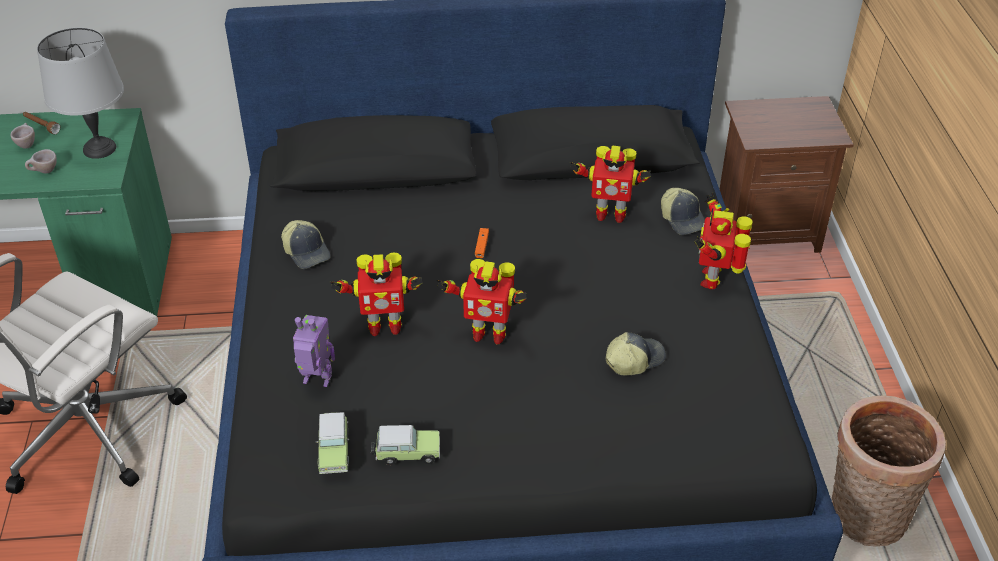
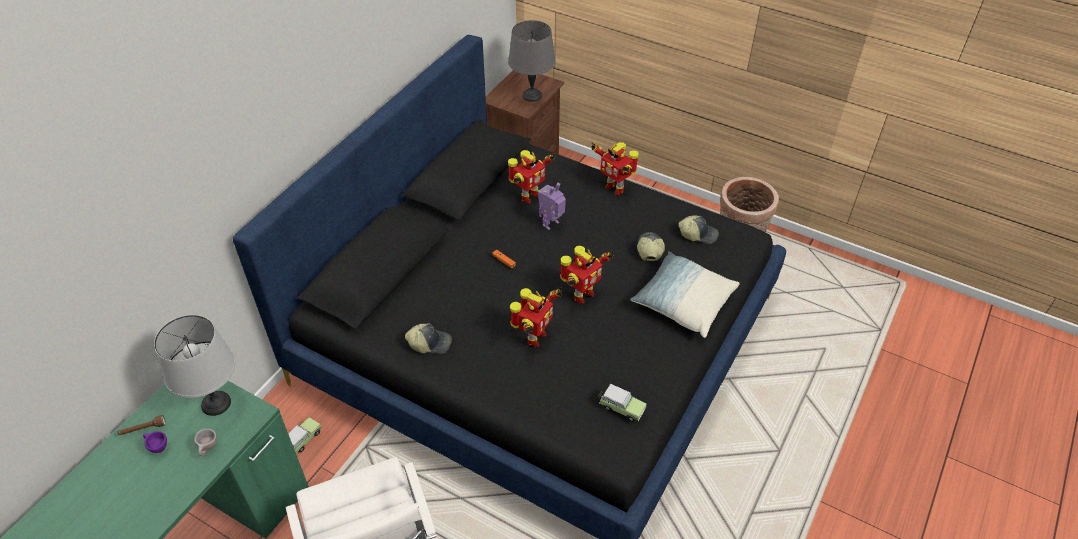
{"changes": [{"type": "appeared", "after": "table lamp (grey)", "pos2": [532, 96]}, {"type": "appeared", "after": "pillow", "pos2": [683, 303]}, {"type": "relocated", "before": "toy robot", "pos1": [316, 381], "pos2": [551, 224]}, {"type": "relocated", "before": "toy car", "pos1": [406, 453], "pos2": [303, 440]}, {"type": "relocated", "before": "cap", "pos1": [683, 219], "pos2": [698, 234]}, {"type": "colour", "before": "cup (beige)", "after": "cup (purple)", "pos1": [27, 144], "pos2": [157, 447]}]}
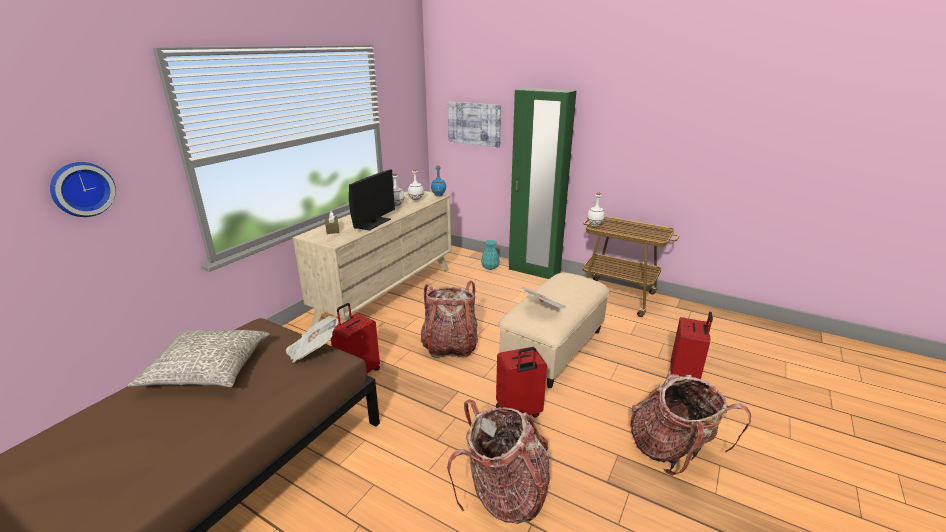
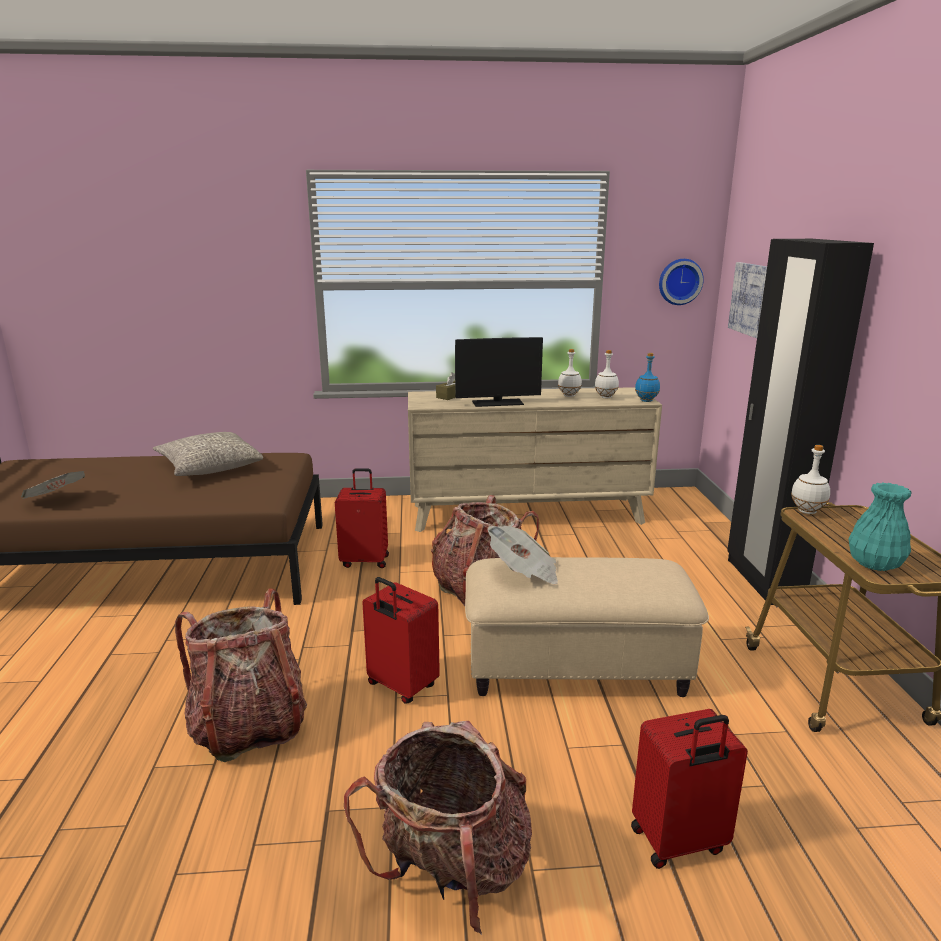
{"changes": [{"type": "relocated", "before": "wall clock", "pos1": [81, 189], "pos2": [679, 281]}, {"type": "relocated", "before": "newspaper", "pos1": [313, 350], "pos2": [56, 500]}, {"type": "relocated", "before": "vase (turquoise)", "pos1": [489, 267], "pos2": [874, 563]}, {"type": "colour", "before": "wardrobe (green)", "after": "wardrobe (black)", "pos1": [534, 271], "pos2": [763, 580]}]}
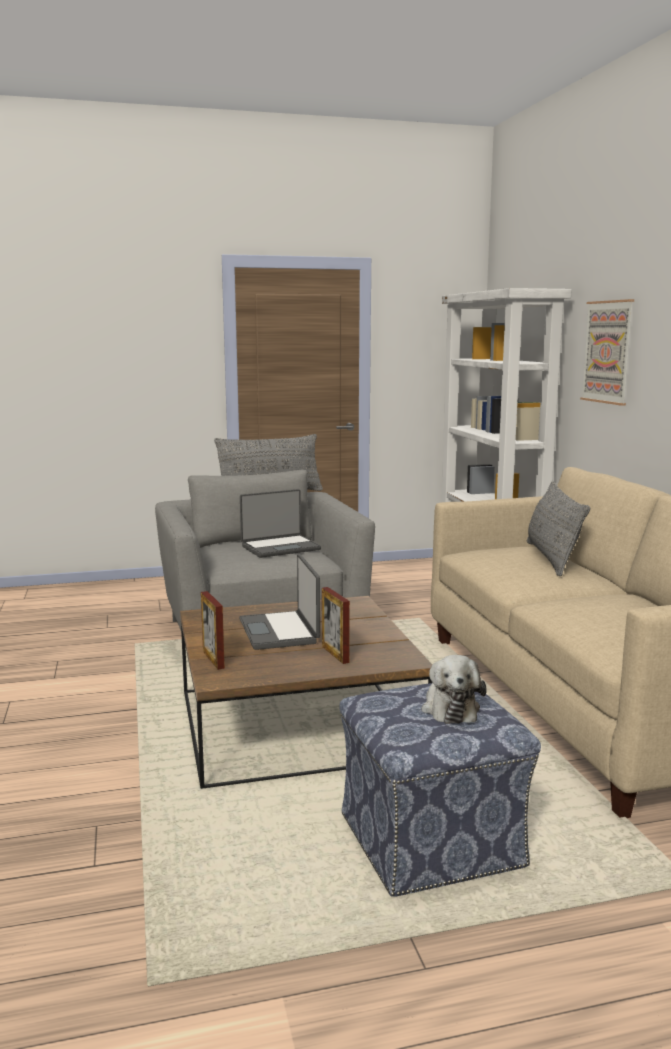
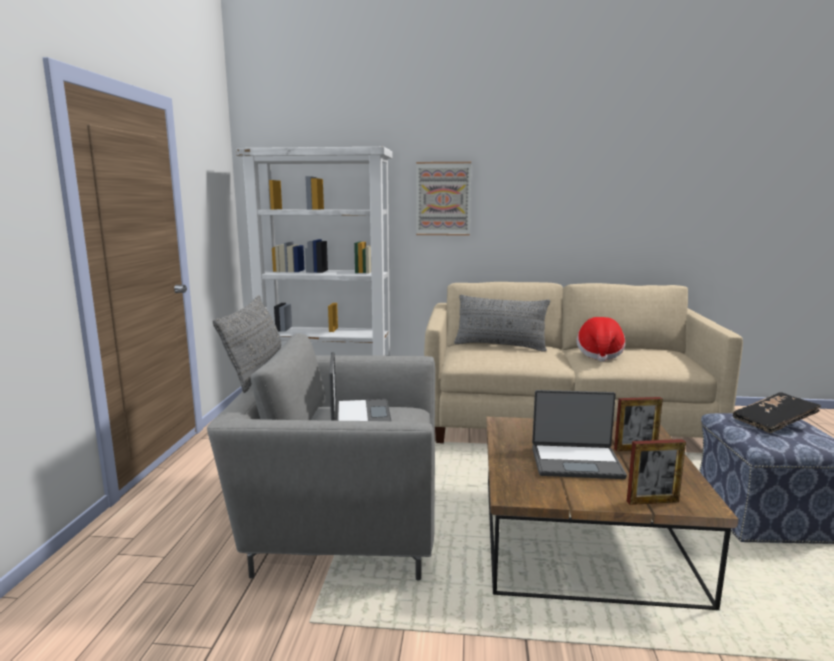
{"changes": [{"type": "appeared", "after": "hat", "pos2": [599, 354]}, {"type": "exchanged", "before": "plush toy", "after": "book (black)", "pos1": [450, 708], "pos2": [773, 423]}]}
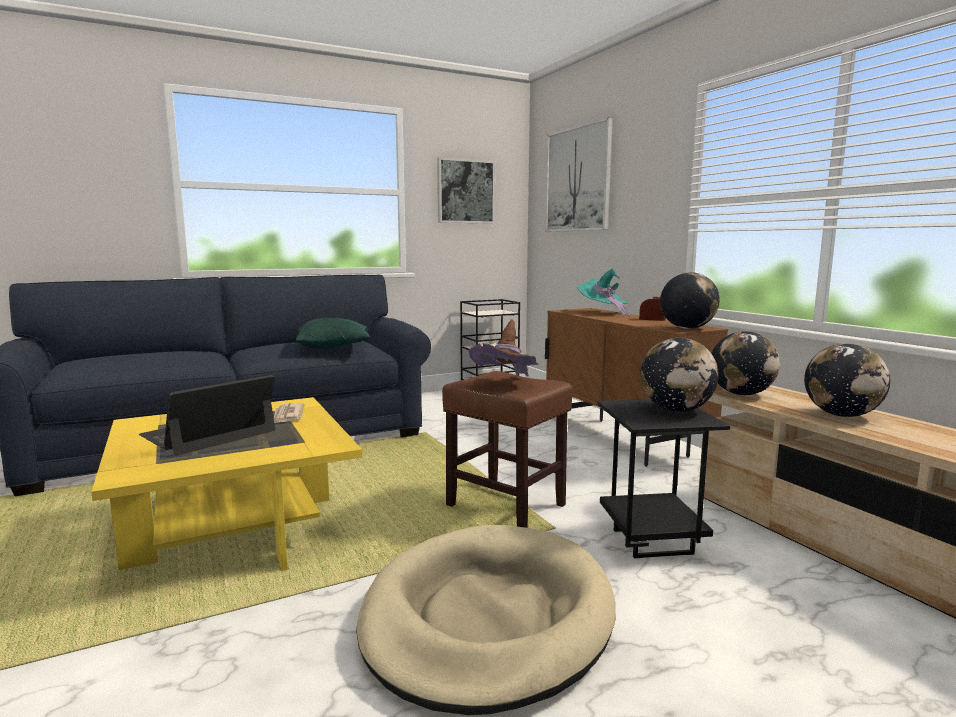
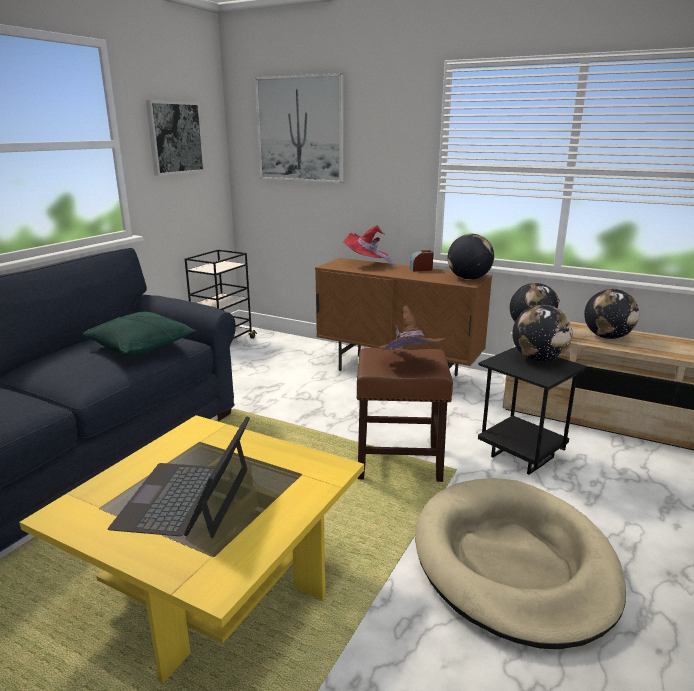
{"changes": [{"type": "missing", "before": "newspaper", "pos1": [288, 415]}, {"type": "colour", "before": "hat (turquoise)", "after": "hat (red)", "pos1": [603, 313], "pos2": [367, 265]}]}
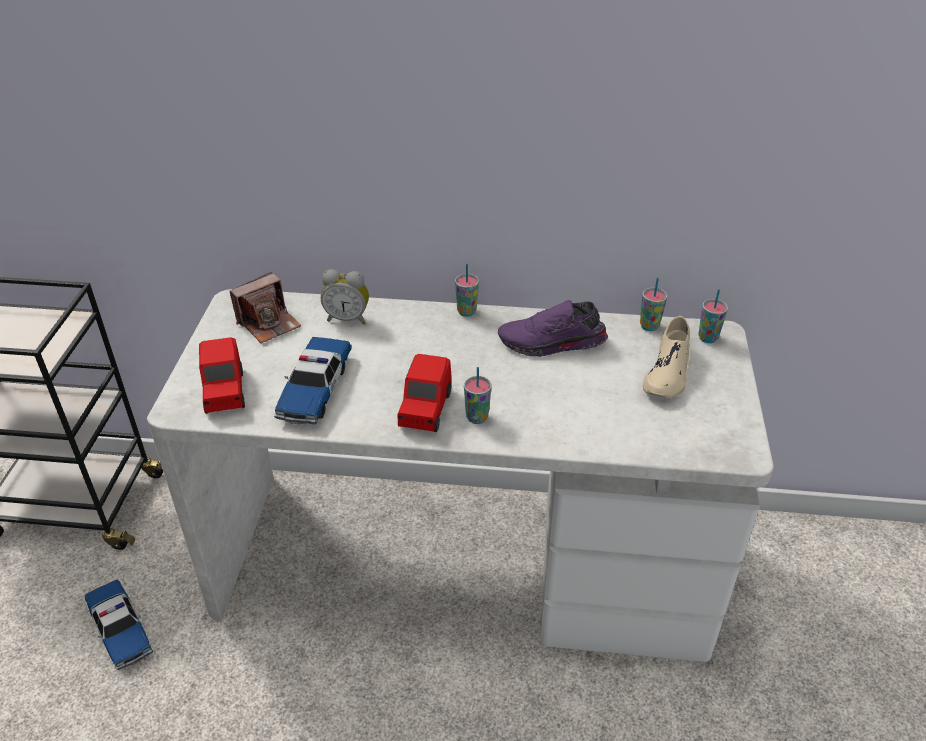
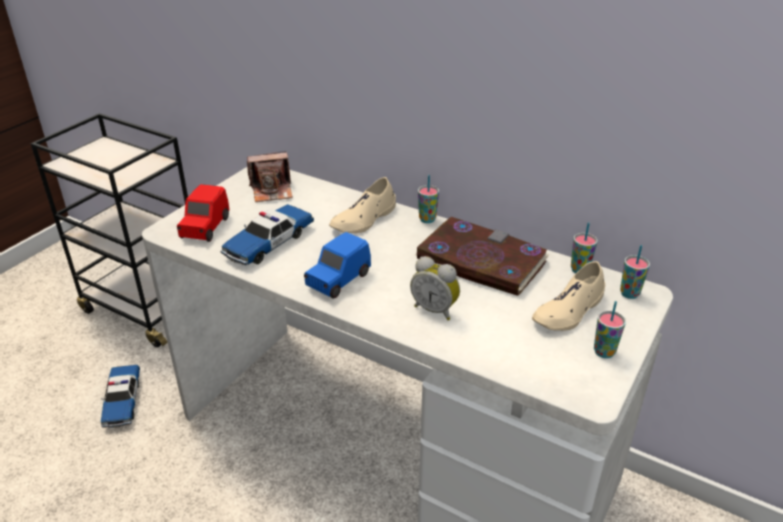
{"changes": [{"type": "appeared", "after": "shoe (beige)", "pos2": [364, 219]}, {"type": "relocated", "before": "alarm clock", "pos1": [348, 318], "pos2": [435, 309]}, {"type": "relocated", "before": "cup", "pos1": [477, 418], "pos2": [604, 352]}, {"type": "exchanged", "before": "shoe (purple)", "after": "book", "pos1": [551, 344], "pos2": [480, 261]}, {"type": "colour", "before": "toy car (red)", "after": "toy car (blue)", "pos1": [425, 410], "pos2": [338, 280]}]}
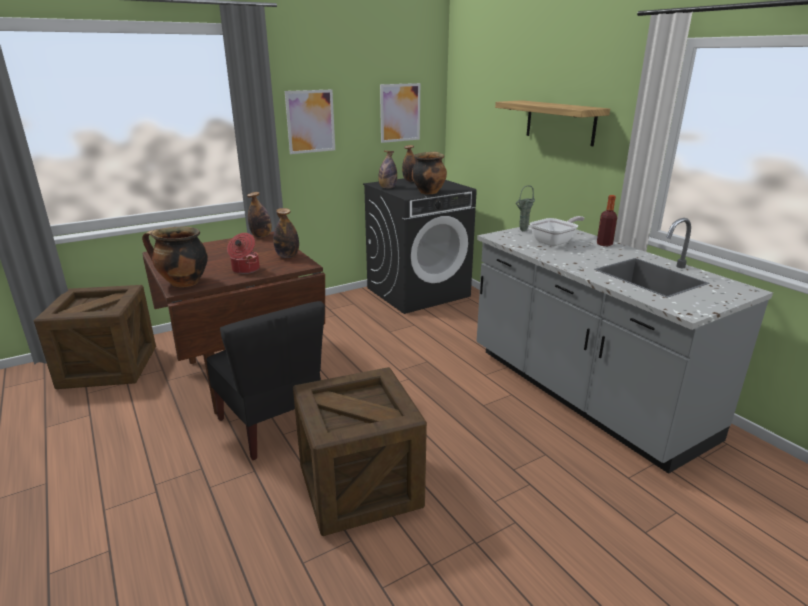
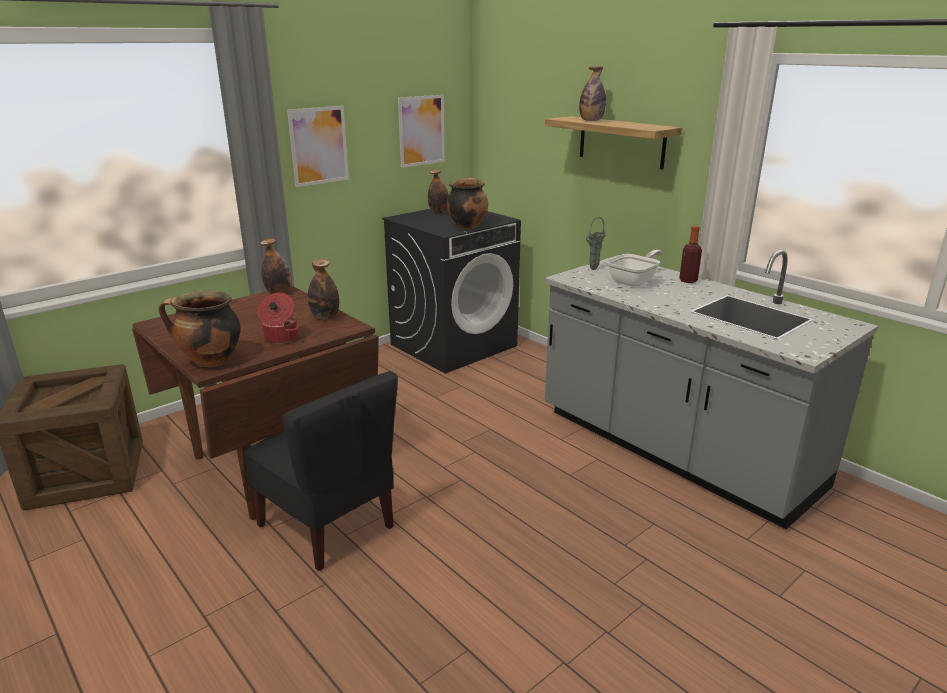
{"changes": [{"type": "missing", "before": "crate", "pos1": [359, 486]}, {"type": "relocated", "before": "bottle", "pos1": [387, 188], "pos2": [591, 121]}]}
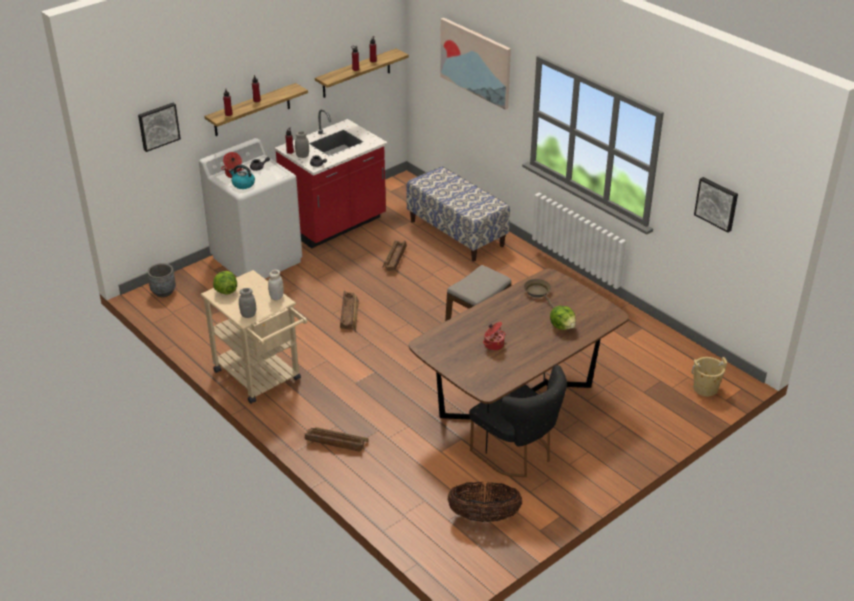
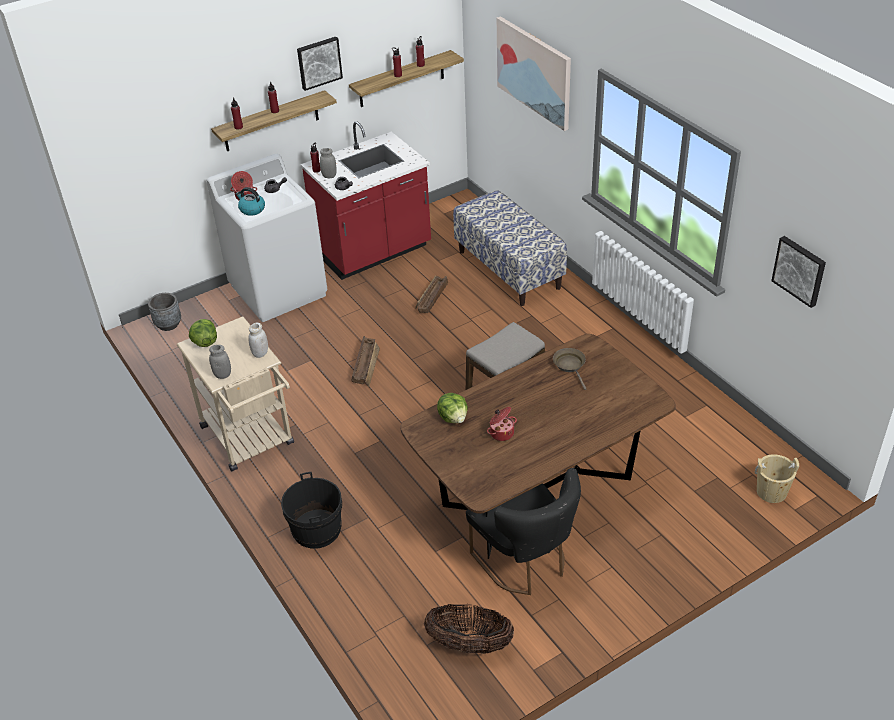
{"changes": [{"type": "relocated", "before": "picture", "pos1": [158, 126], "pos2": [319, 62]}, {"type": "relocated", "before": "lettuce", "pos1": [562, 326], "pos2": [453, 418]}, {"type": "exchanged", "before": "crate", "after": "bucket (black)", "pos1": [336, 442], "pos2": [316, 529]}]}
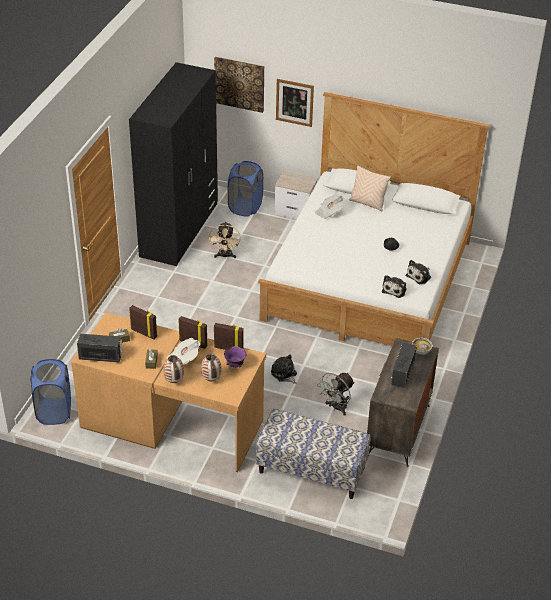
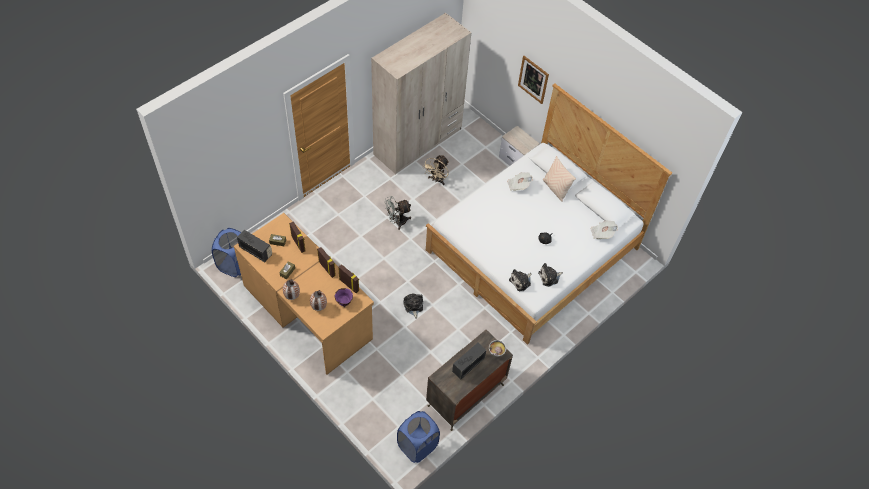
{"changes": [{"type": "missing", "before": "picture", "pos1": [239, 84]}, {"type": "missing", "before": "bench", "pos1": [311, 470]}, {"type": "relocated", "before": "newspaper", "pos1": [183, 359], "pos2": [602, 233]}, {"type": "relocated", "before": "laundry basket (blue)", "pos1": [245, 207], "pos2": [417, 446]}, {"type": "relocated", "before": "fan (grey)", "pos1": [336, 408], "pos2": [397, 222]}, {"type": "colour", "before": "wardrobe (black)", "after": "wardrobe (beige)", "pos1": [179, 230], "pos2": [418, 141]}]}
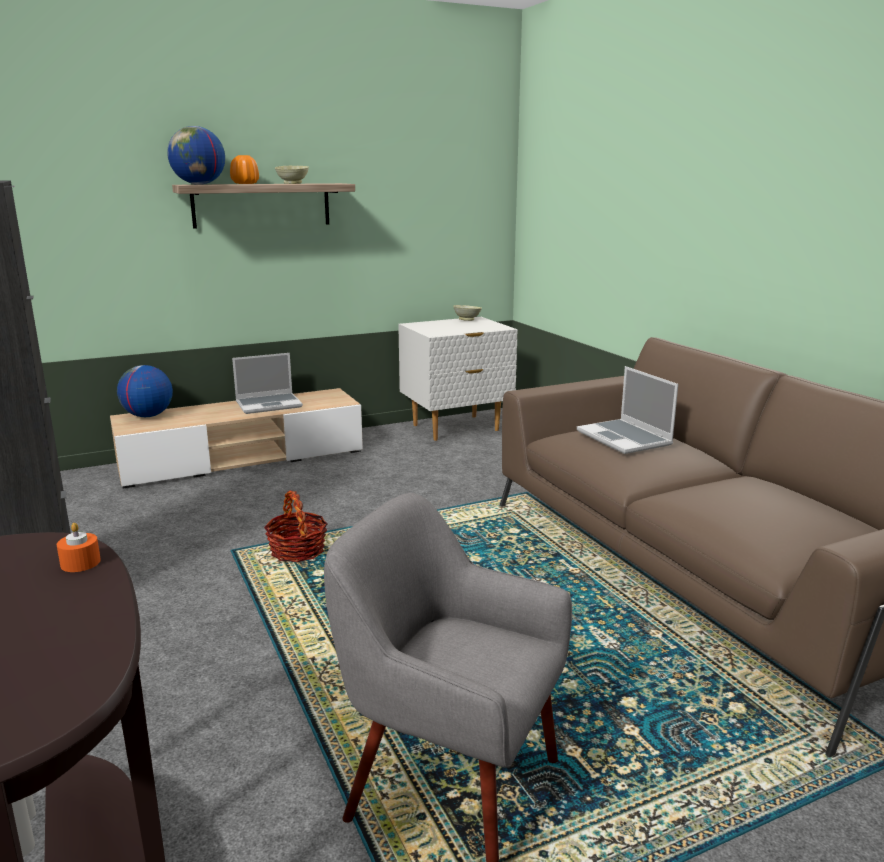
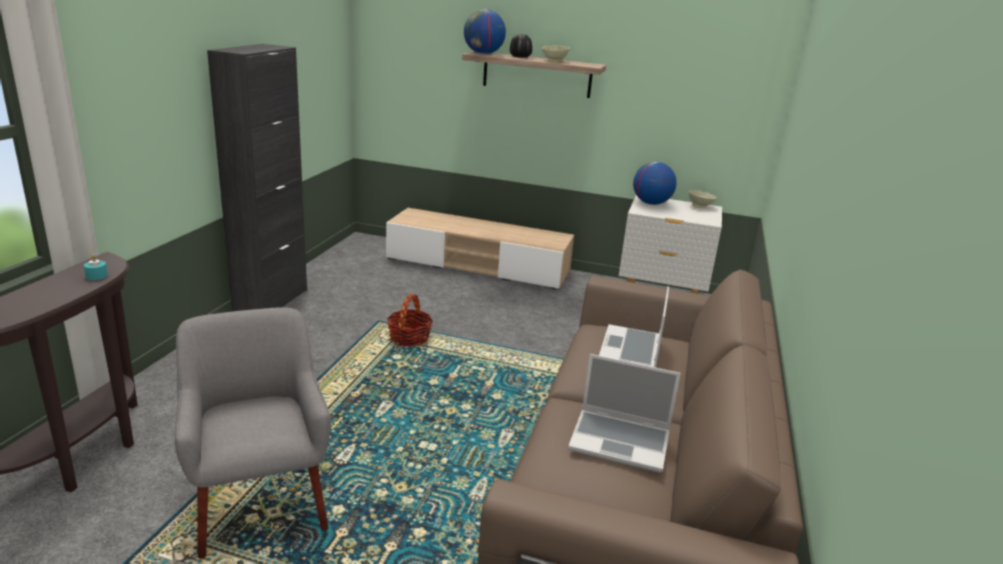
{"changes": [{"type": "relocated", "before": "globe", "pos1": [147, 416], "pos2": [651, 203]}, {"type": "relocated", "before": "laptop", "pos1": [269, 404], "pos2": [621, 441]}, {"type": "colour", "before": "candle (orange)", "after": "candle (turquoise)", "pos1": [80, 563], "pos2": [96, 276]}, {"type": "colour", "before": "vase (orange)", "after": "vase (black)", "pos1": [245, 184], "pos2": [520, 57]}]}
